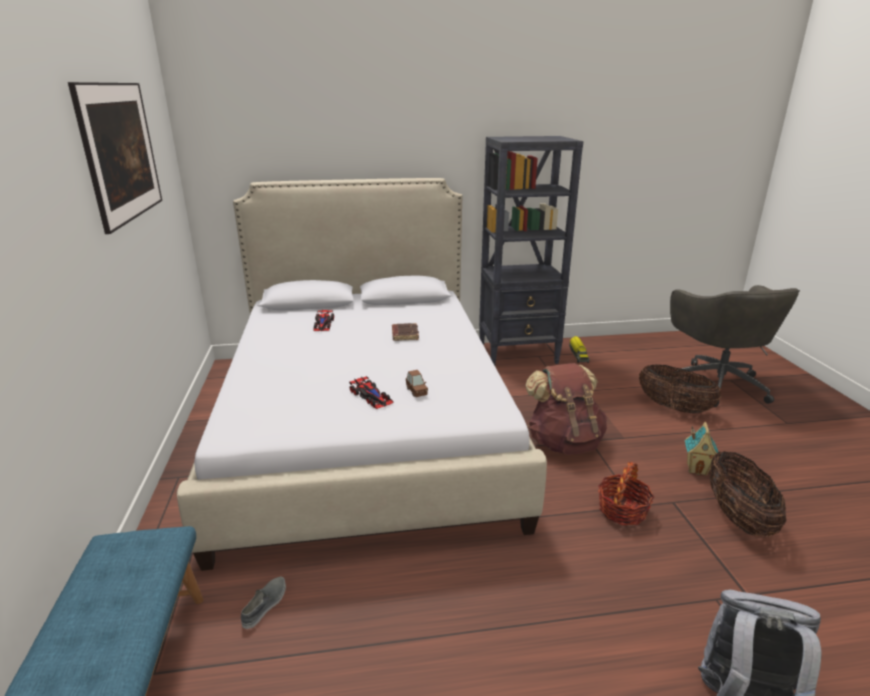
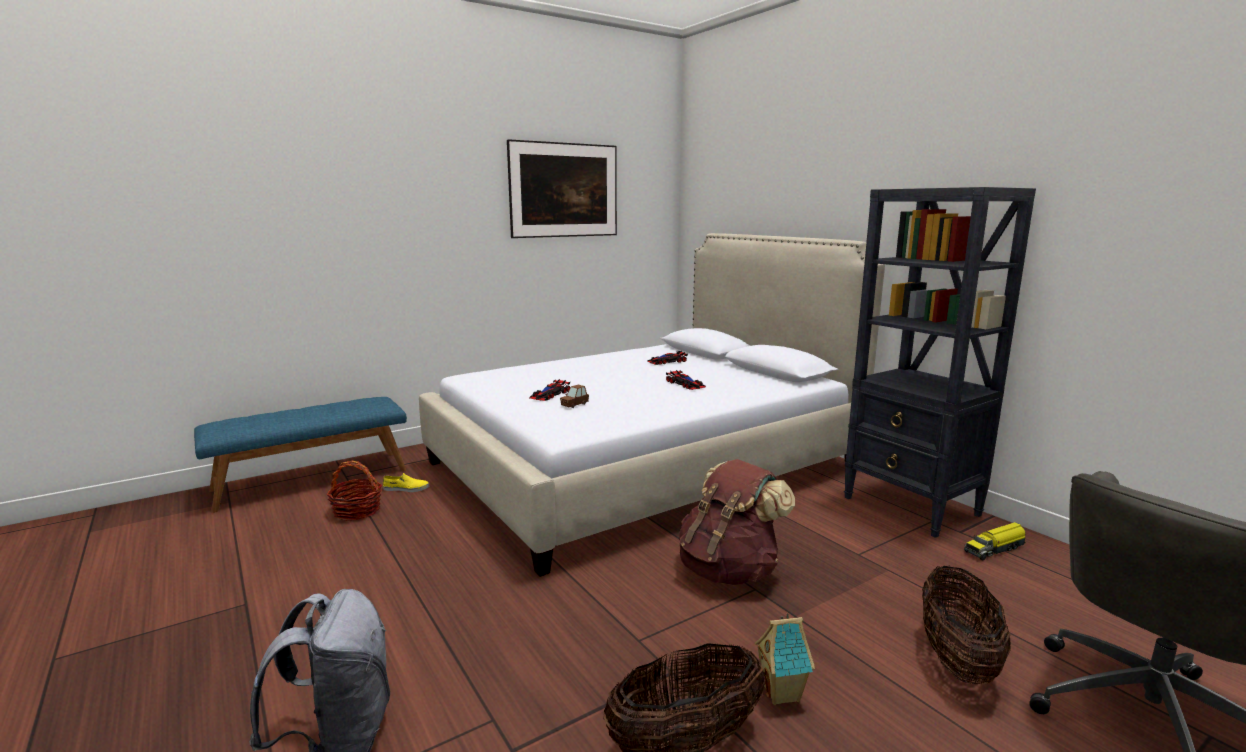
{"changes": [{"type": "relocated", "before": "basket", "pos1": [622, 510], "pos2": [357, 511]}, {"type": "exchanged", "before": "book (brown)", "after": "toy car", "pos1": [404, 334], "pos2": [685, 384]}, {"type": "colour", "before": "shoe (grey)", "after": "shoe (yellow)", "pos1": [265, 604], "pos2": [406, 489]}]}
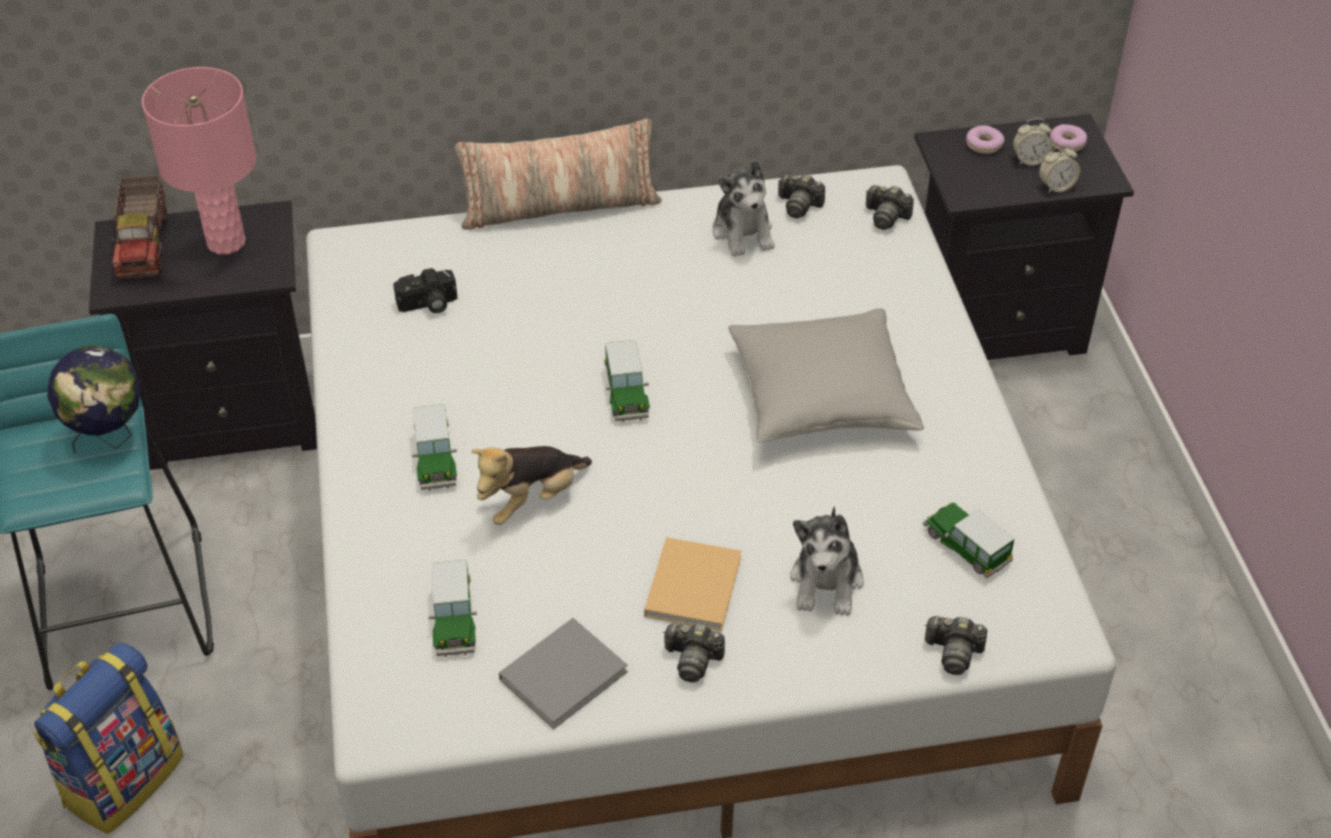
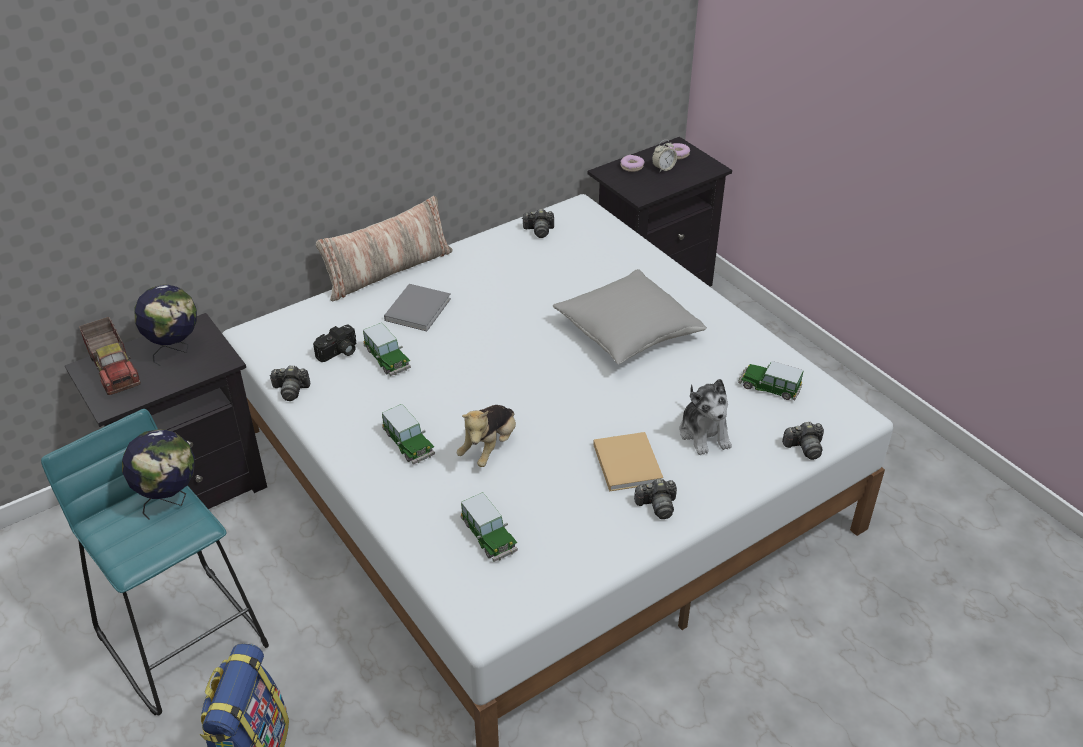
{"changes": [{"type": "missing", "before": "plush toy", "pos1": [743, 232]}, {"type": "missing", "before": "alarm clock", "pos1": [1056, 186]}, {"type": "relocated", "before": "book (grey)", "pos1": [566, 673], "pos2": [419, 308]}, {"type": "relocated", "before": "toy car", "pos1": [626, 394], "pos2": [387, 359]}, {"type": "relocated", "before": "photo camera", "pos1": [886, 217], "pos2": [291, 390]}, {"type": "exchanged", "before": "table lamp (pink)", "after": "globe", "pos1": [226, 242], "pos2": [175, 350]}]}
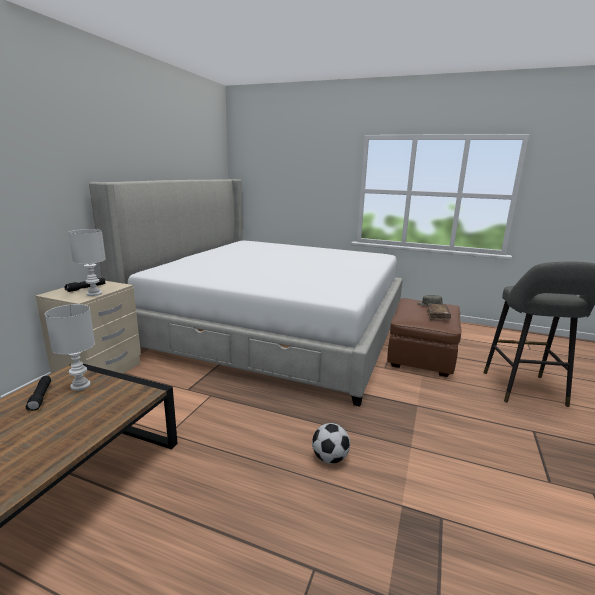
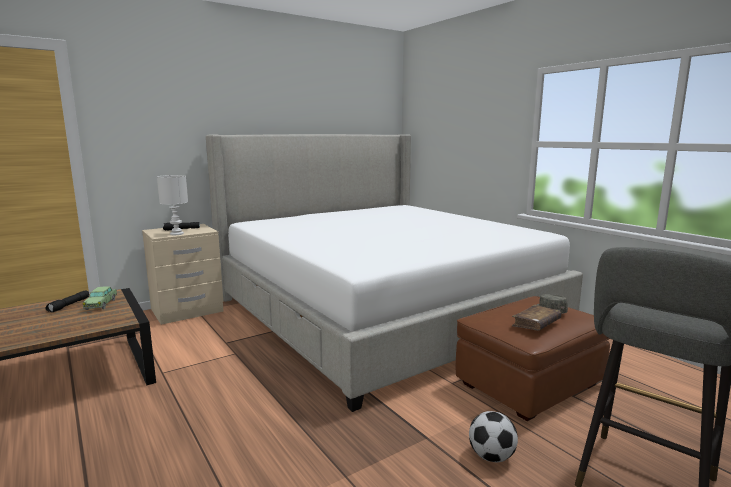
{"changes": [{"type": "relocated", "before": "football", "pos1": [330, 458], "pos2": [491, 456]}, {"type": "exchanged", "before": "table lamp (white)", "after": "toy car", "pos1": [81, 385], "pos2": [101, 304]}]}
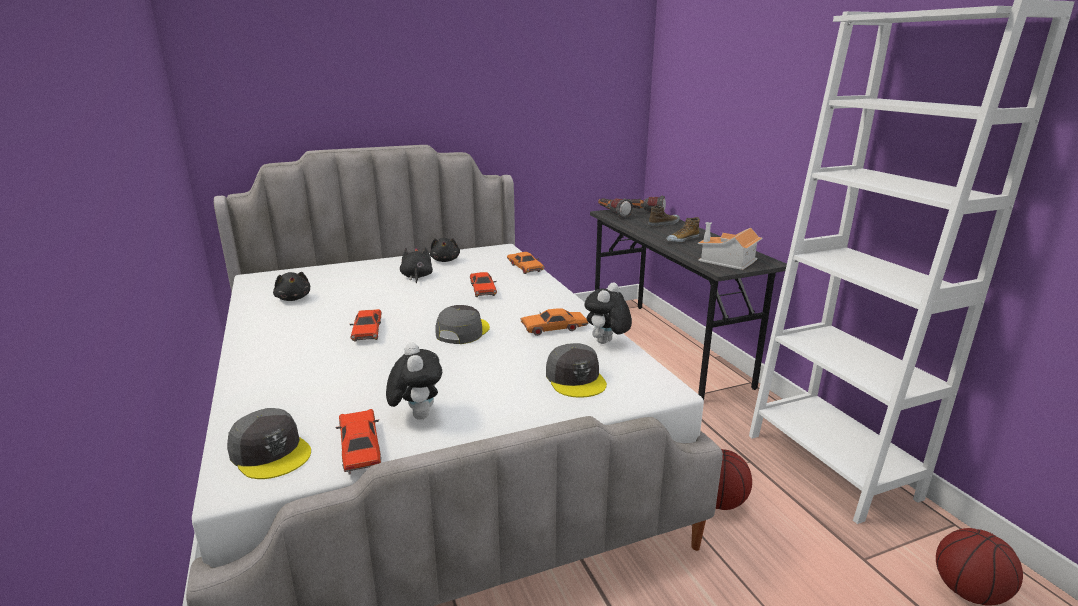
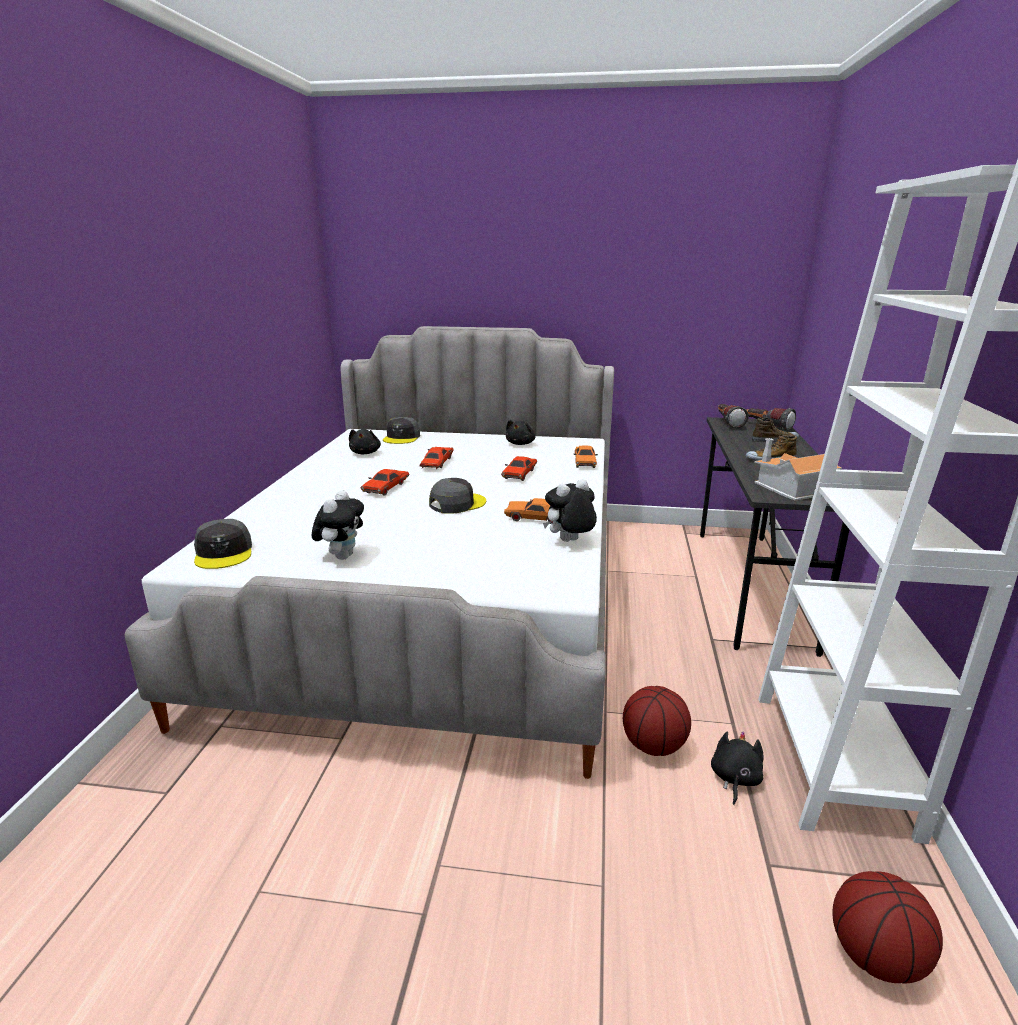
{"changes": [{"type": "relocated", "before": "toy car (red)", "pos1": [360, 448], "pos2": [437, 463]}, {"type": "relocated", "before": "plush toy (black)", "pos1": [416, 277], "pos2": [734, 779]}, {"type": "relocated", "before": "cap (grey)", "pos1": [575, 379], "pos2": [402, 437]}]}
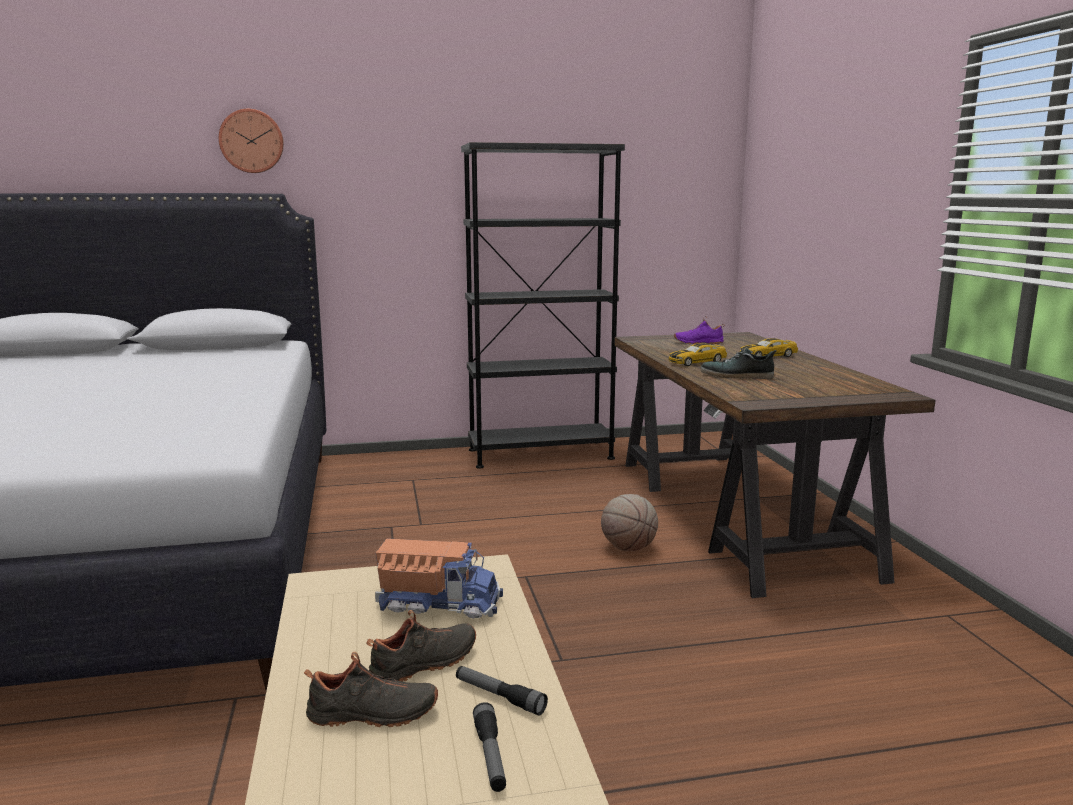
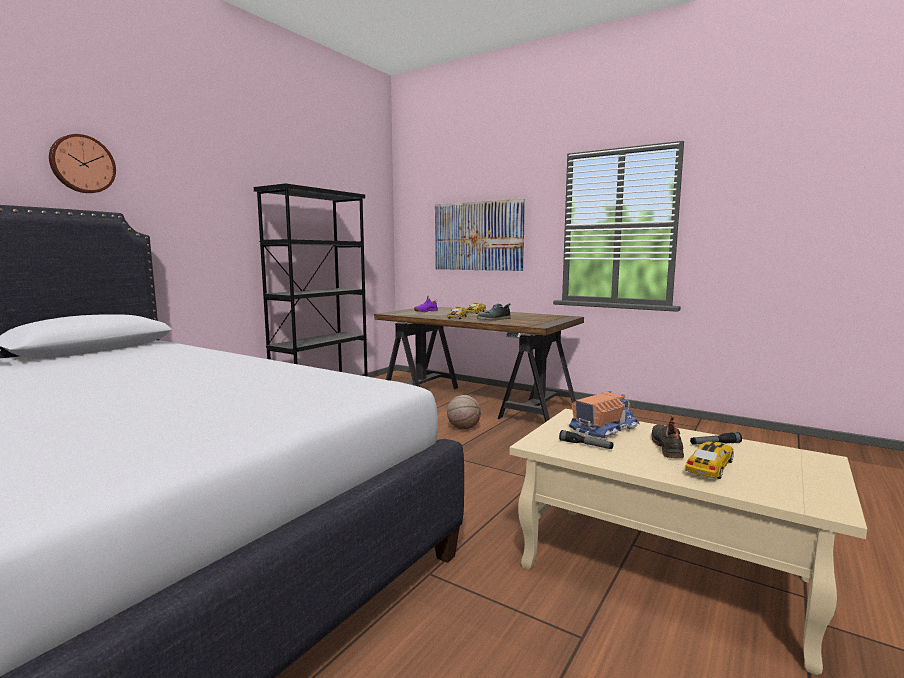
{"changes": [{"type": "appeared", "after": "picture", "pos2": [478, 236]}, {"type": "relocated", "before": "flashlight", "pos1": [490, 756], "pos2": [585, 445]}, {"type": "exchanged", "before": "shoe (black)", "after": "toy car", "pos1": [372, 716], "pos2": [709, 467]}]}
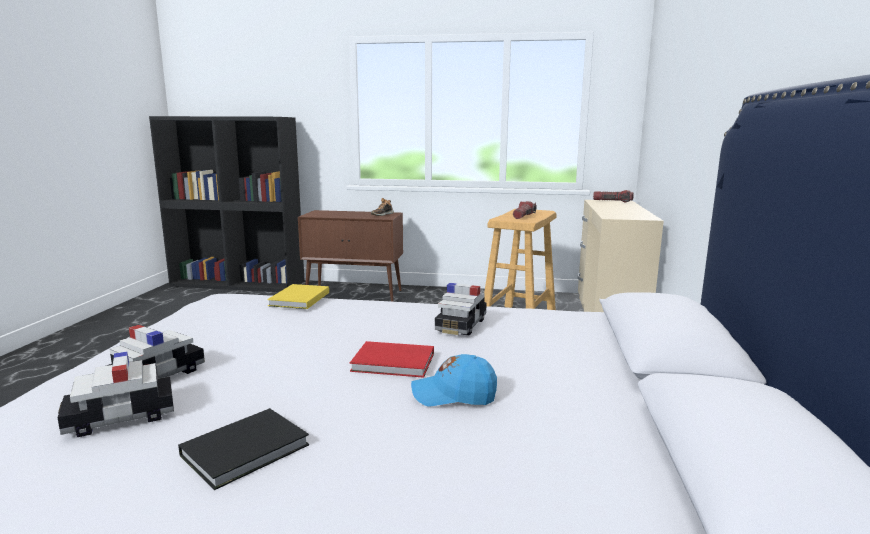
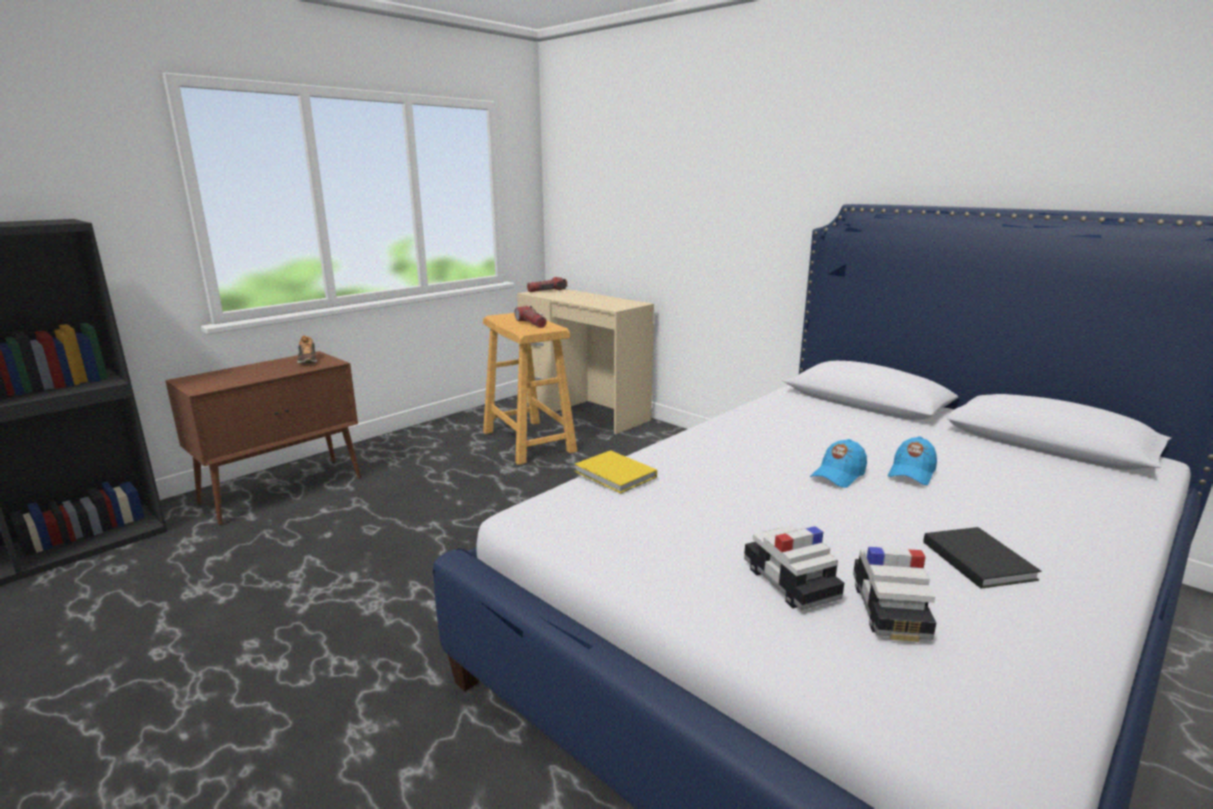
{"changes": [{"type": "missing", "before": "toy car", "pos1": [461, 325]}, {"type": "exchanged", "before": "book (red)", "after": "cap (blue)", "pos1": [395, 363], "pos2": [838, 475]}]}
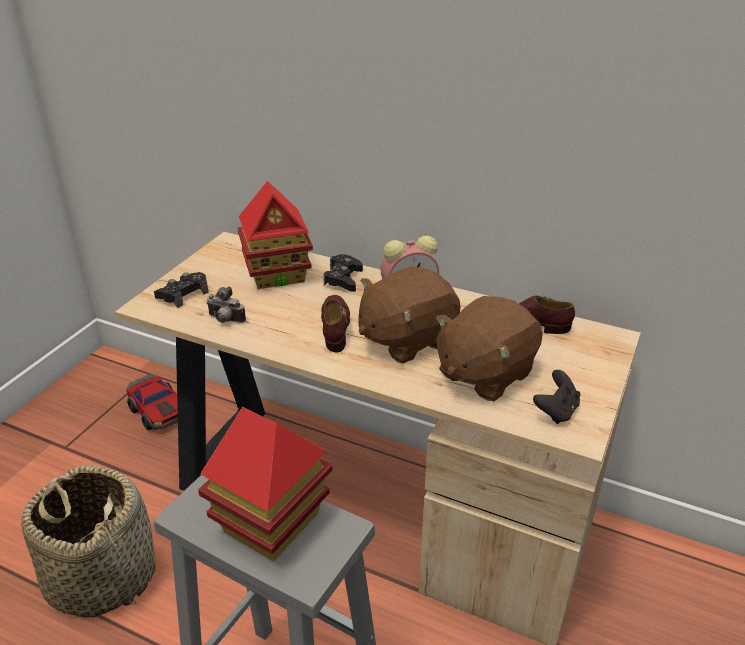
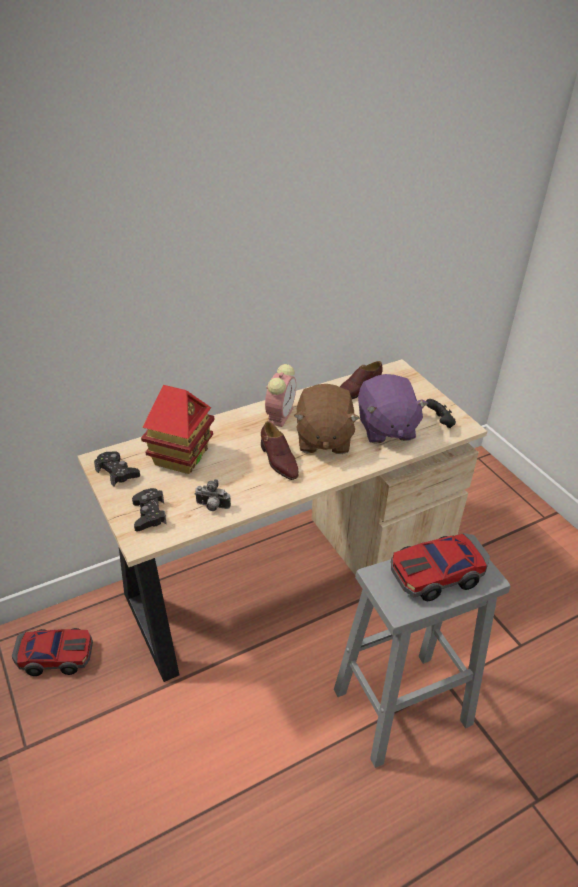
{"changes": [{"type": "missing", "before": "basket", "pos1": [102, 576]}, {"type": "relocated", "before": "game controller (black)", "pos1": [343, 279], "pos2": [117, 472]}, {"type": "exchanged", "before": "toy house", "after": "toy car", "pos1": [271, 523], "pos2": [437, 574]}, {"type": "colour", "before": "plush toy (brown)", "after": "plush toy (purple)", "pos1": [484, 373], "pos2": [385, 428]}, {"type": "spun", "before": "photo camera", "pos1": [225, 320], "pos2": [212, 507], "turn": 45}, {"type": "spun", "before": "shoe (brown)", "pos1": [335, 327], "pos2": [278, 460], "turn": -150}]}
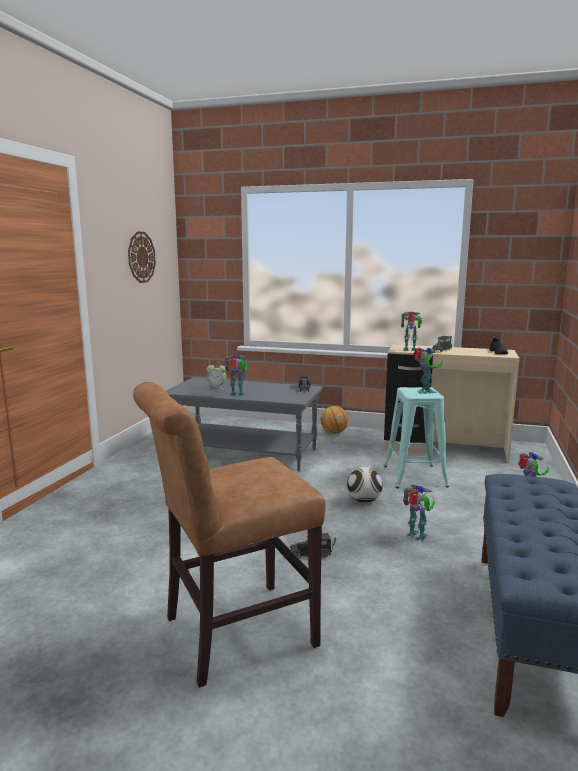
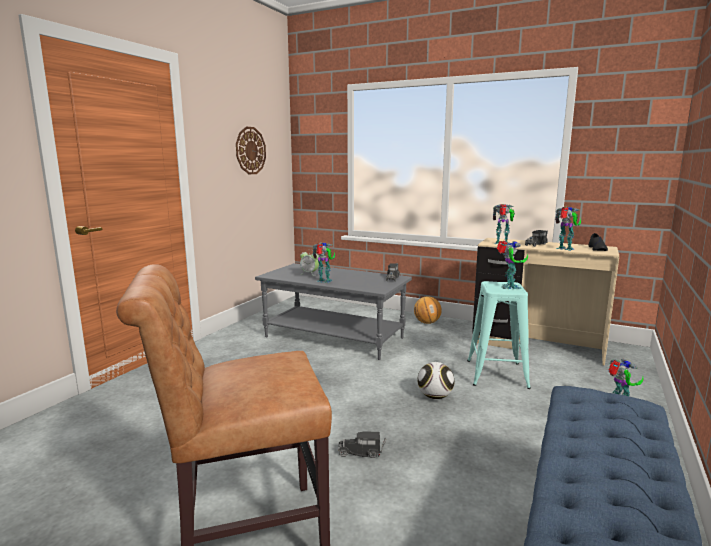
{"changes": [{"type": "relocated", "before": "toy robot", "pos1": [417, 537], "pos2": [565, 249]}]}
